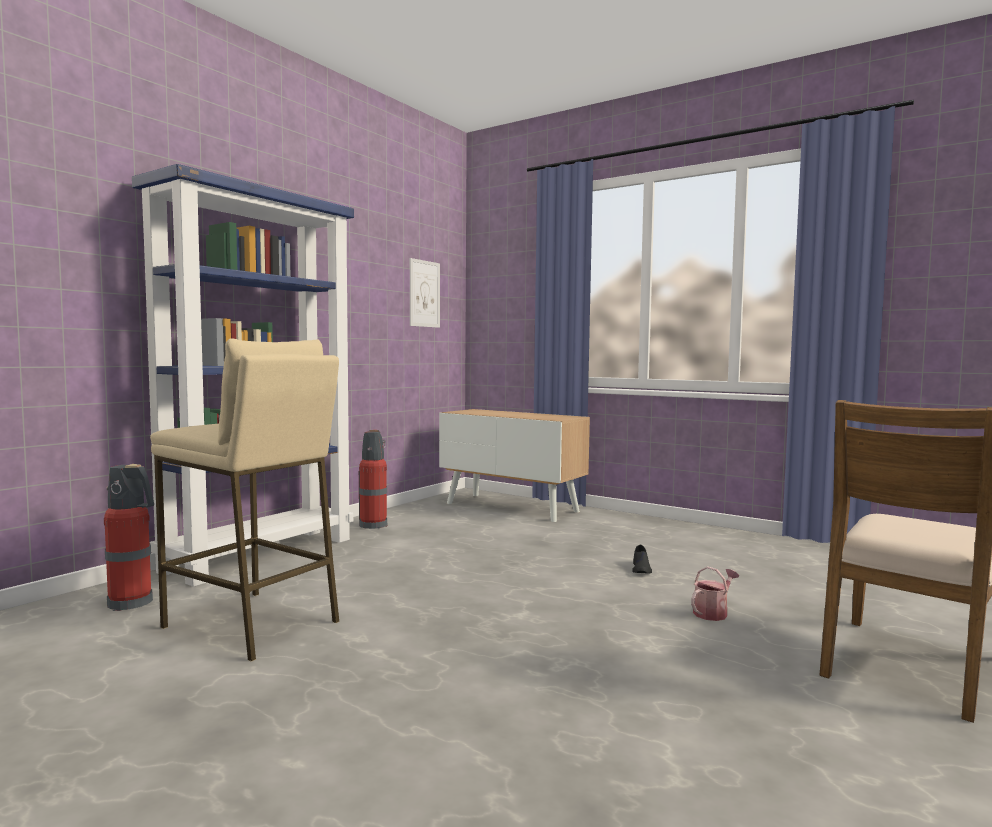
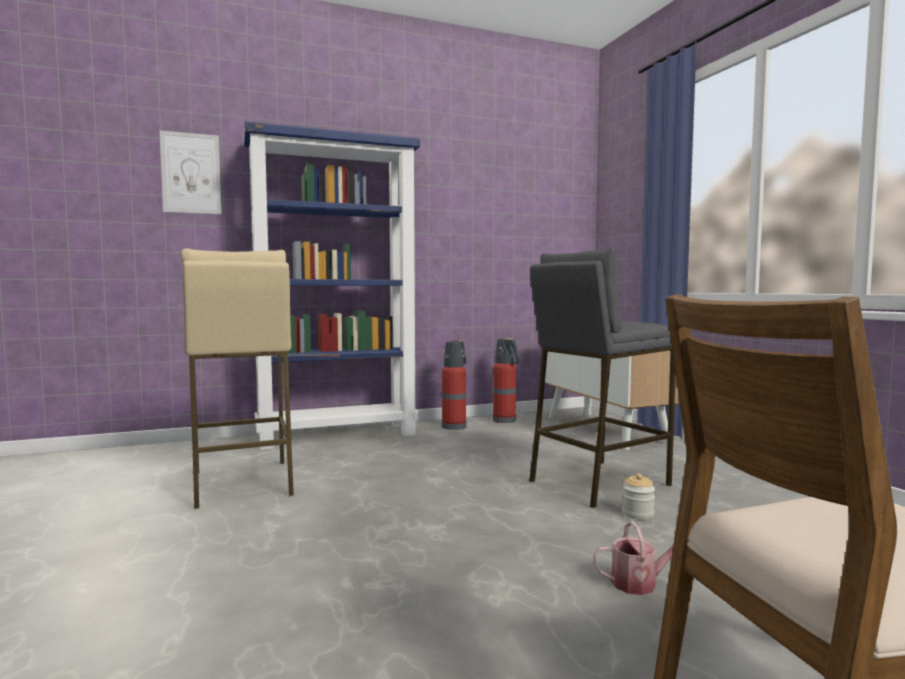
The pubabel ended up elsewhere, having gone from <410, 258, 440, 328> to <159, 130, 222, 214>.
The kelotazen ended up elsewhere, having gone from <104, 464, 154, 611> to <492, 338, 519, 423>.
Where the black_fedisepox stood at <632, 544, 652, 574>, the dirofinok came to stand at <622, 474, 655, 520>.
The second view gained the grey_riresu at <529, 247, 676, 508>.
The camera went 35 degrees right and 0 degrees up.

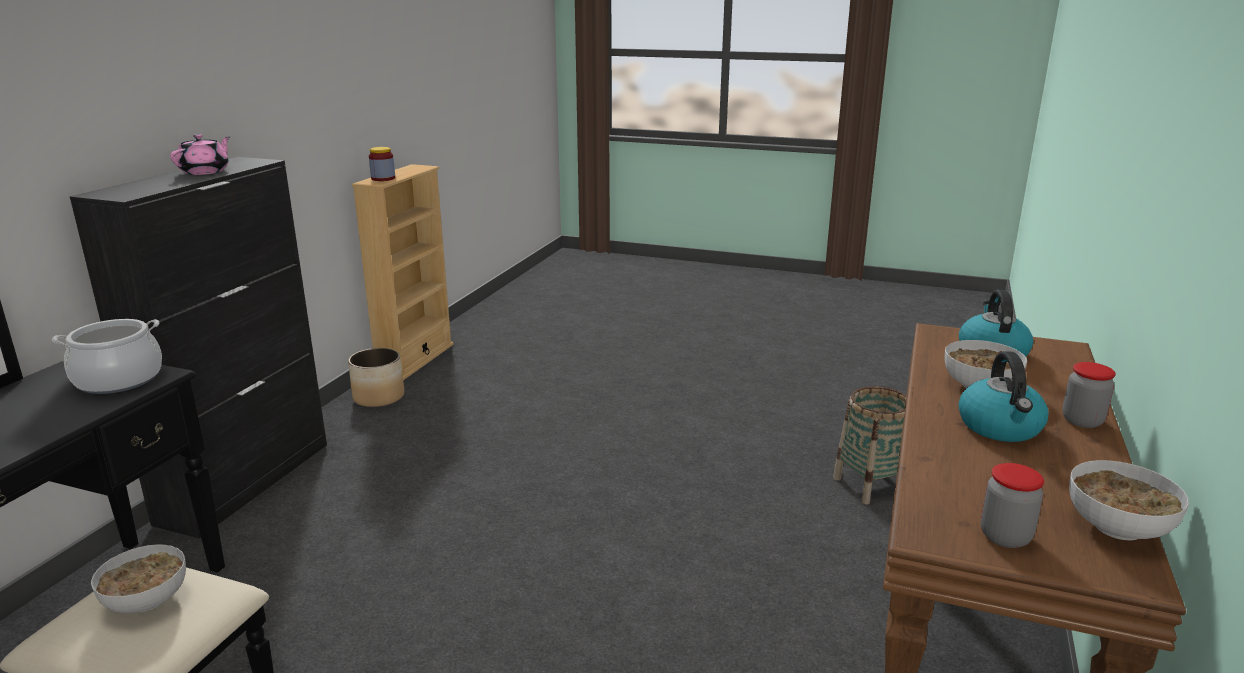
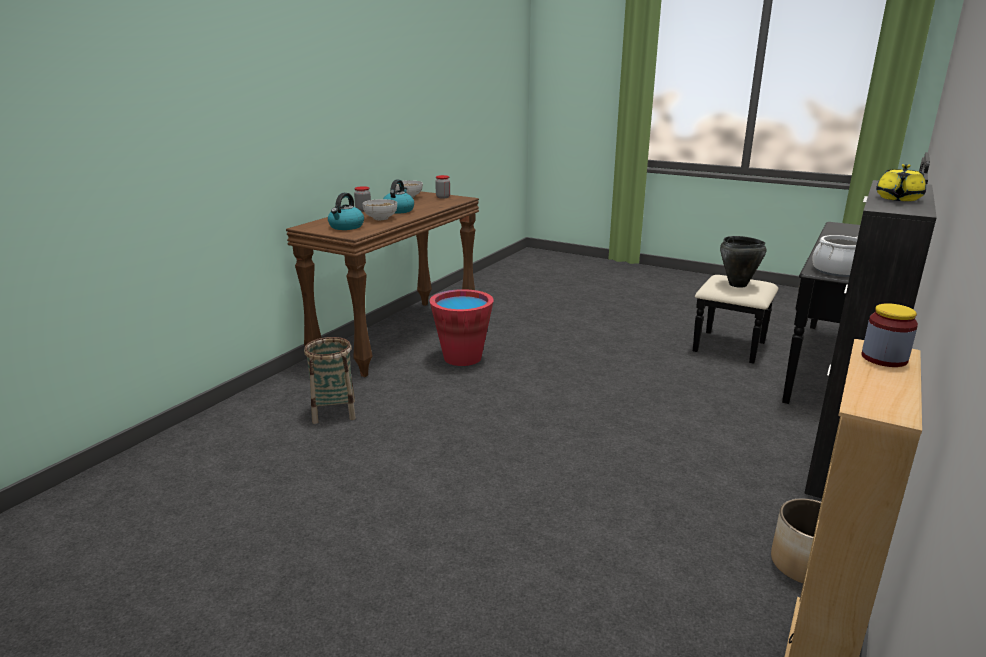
What was the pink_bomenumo at <170, 134, 230, 175> turned into the yellow_bomenumo at <876, 164, 926, 201>.
Where the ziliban stood at <91, 545, 186, 613>, the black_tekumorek came to stand at <720, 236, 767, 288>.
The second view gained the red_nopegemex at <430, 289, 494, 366>.
The camera went 170 degrees left and 0 degrees up.

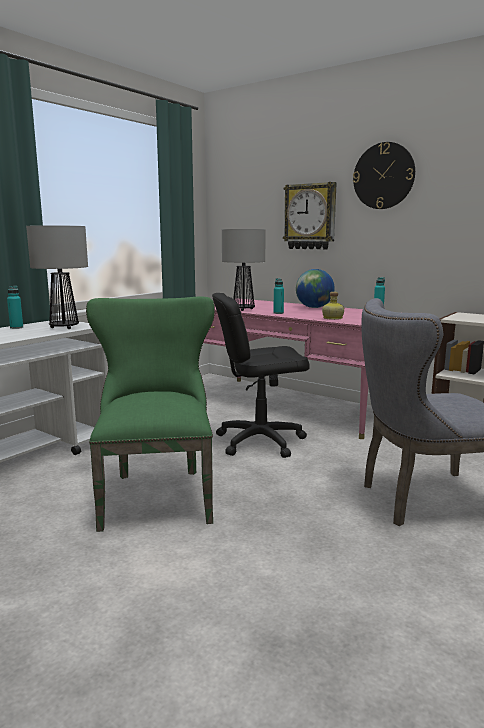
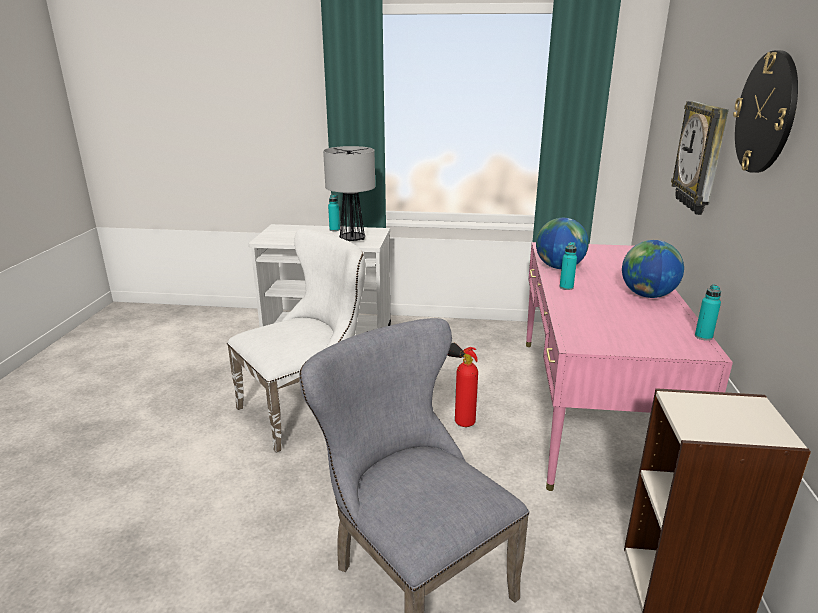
Where the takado stood at <222, 229, 266, 311>, the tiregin came to stand at <536, 218, 589, 269>.
The second view lost the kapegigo at <322, 292, 344, 320>.
Where the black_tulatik stood at <212, 293, 310, 458>, the kelotazen came to stand at <448, 343, 478, 427>.
What was the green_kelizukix at <86, 297, 215, 532> turned into the white_kelizukix at <227, 229, 366, 453>.
The camera went 60 degrees right and 10 degrees up.

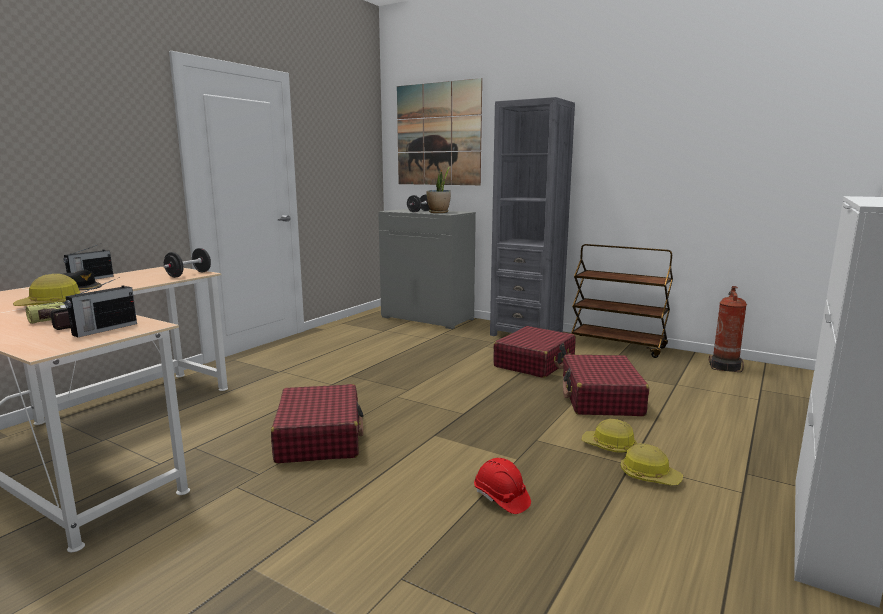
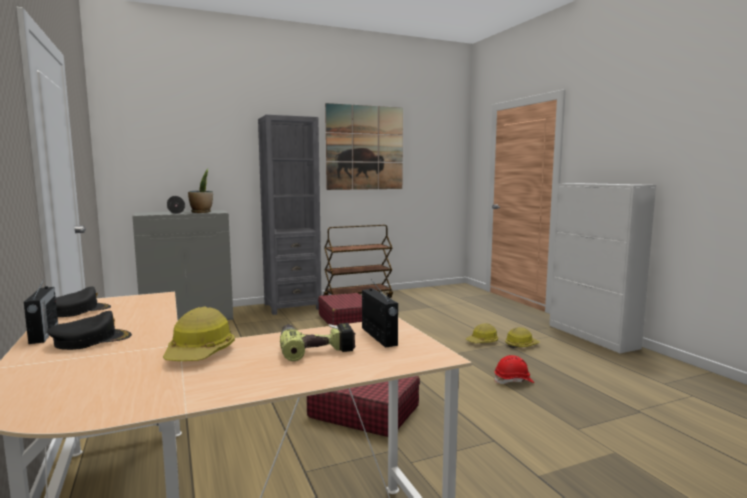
The pubabel ended up elsewhere, having gone from <397, 78, 482, 185> to <325, 103, 403, 190>.
The second view lost the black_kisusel at <163, 248, 211, 278>.
The second view lost the kelotazen at <709, 286, 747, 372>.
The second view lost the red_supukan at <563, 354, 649, 416>.
The second view gained the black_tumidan at <56, 286, 111, 317>.
The camera went 55 degrees left and 5 degrees down.

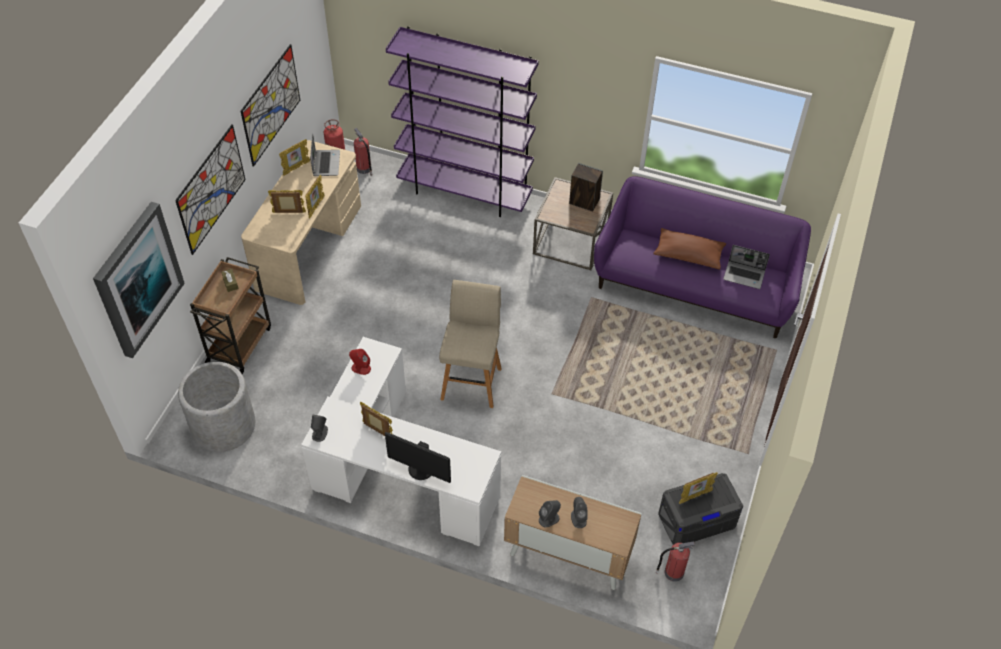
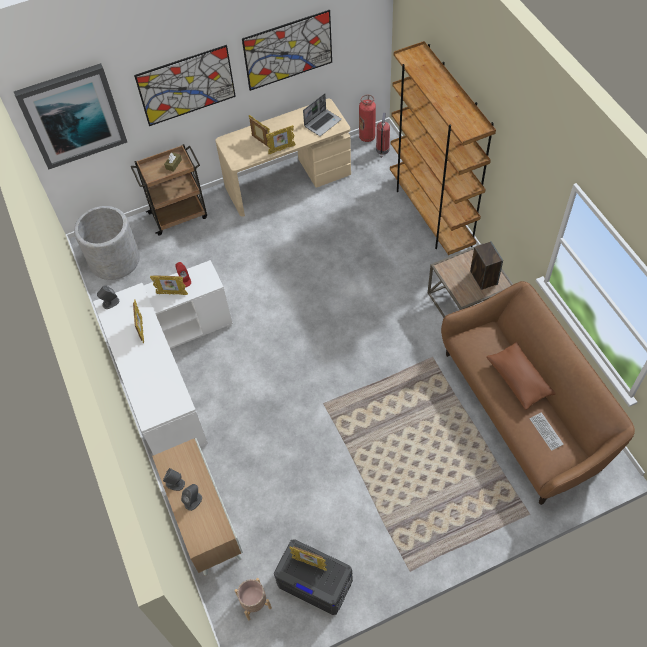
What was the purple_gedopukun at <386, 26, 539, 217> turned into the brown_gedopukun at <390, 41, 496, 255>.
The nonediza ended up elsewhere, having gone from <279, 139, 310, 176> to <150, 275, 188, 295>.
What was the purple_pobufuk at <594, 176, 811, 338> turned into the brown_pobufuk at <441, 281, 635, 505>.
Where the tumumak stood at <723, 245, 770, 289>, the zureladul came to stand at <530, 412, 564, 451>.
The second view lost the beige_riresu at <439, 280, 502, 408>.
The second view lost the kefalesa at <385, 432, 451, 483>.
Where the kelotazen stood at <655, 542, 695, 582>, the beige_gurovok came to stand at <235, 578, 272, 620>.
The camera went 50 degrees right and 5 degrees up.

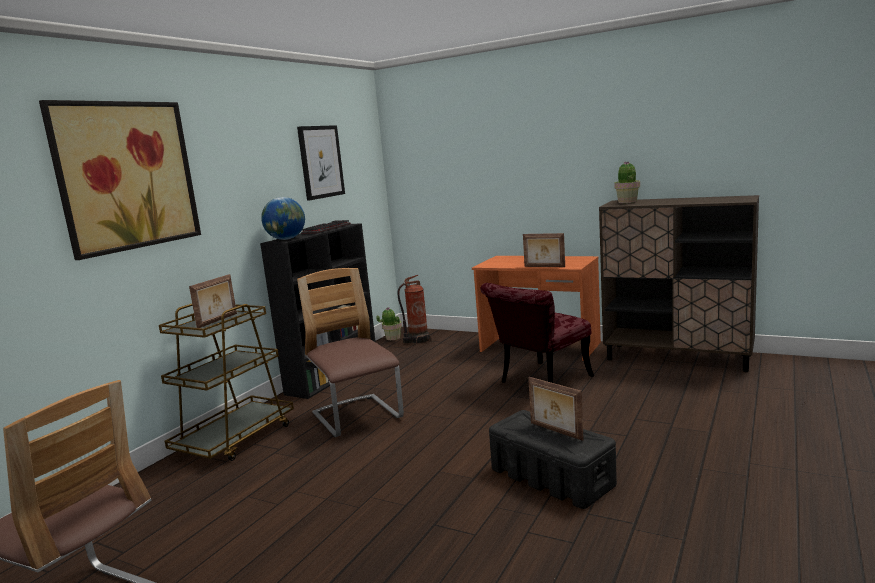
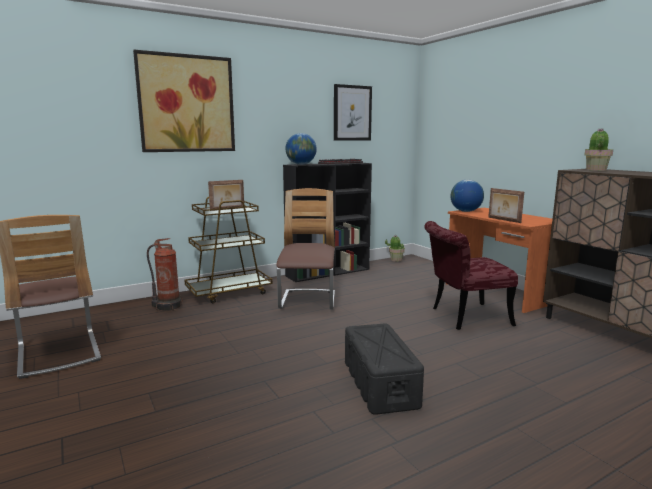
The kelotazen ended up elsewhere, having gone from <397, 275, 431, 344> to <147, 238, 183, 311>.
The second view lost the nonediza at <528, 377, 584, 441>.
The second view gained the tiregin at <451, 180, 484, 212>.
The camera went 30 degrees right and 0 degrees up.

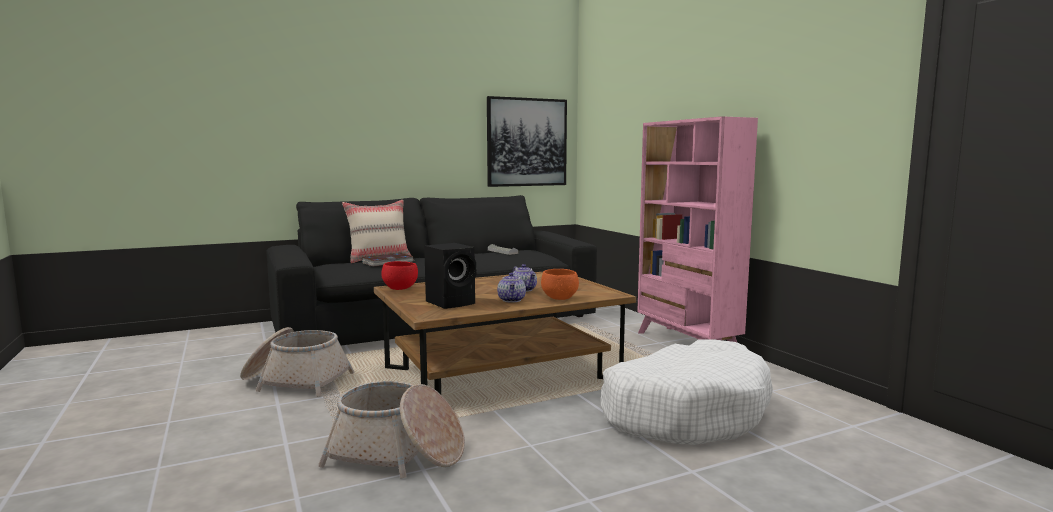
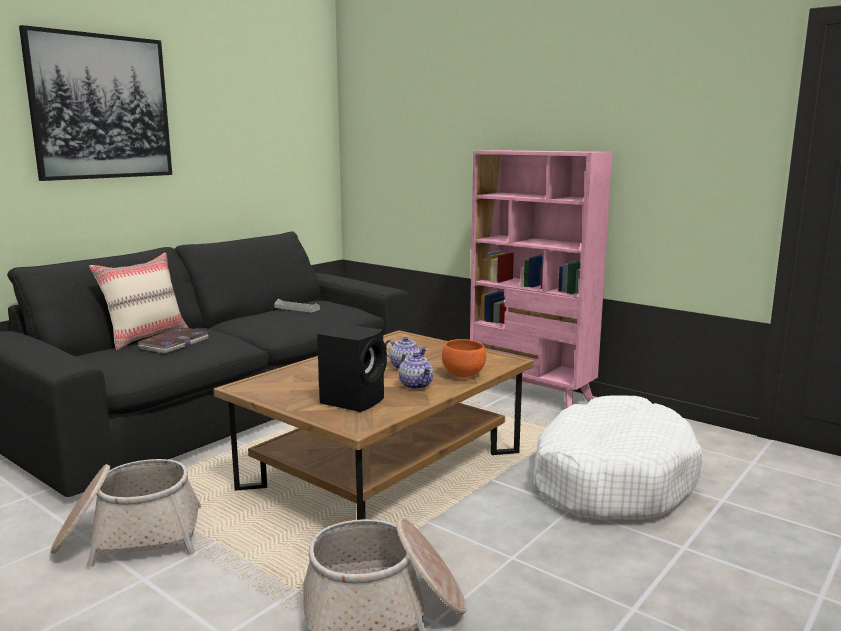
The pubabel ended up elsewhere, having gone from <487, 96, 567, 187> to <19, 25, 172, 181>.
The second view lost the red_ziliban at <381, 261, 418, 290>.
The camera went 25 degrees left and 5 degrees up.

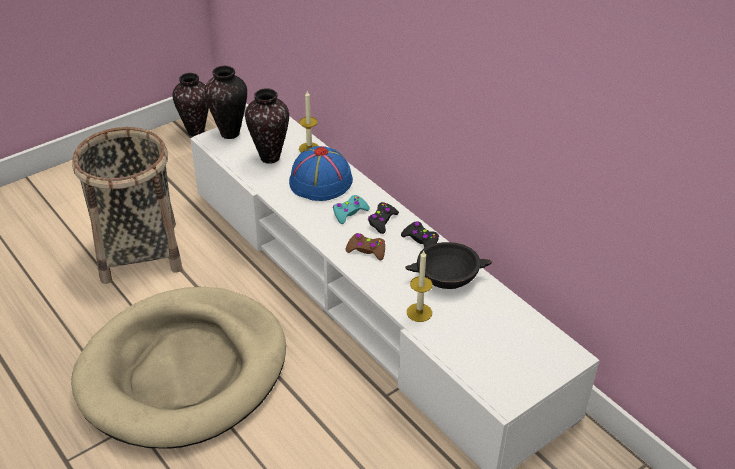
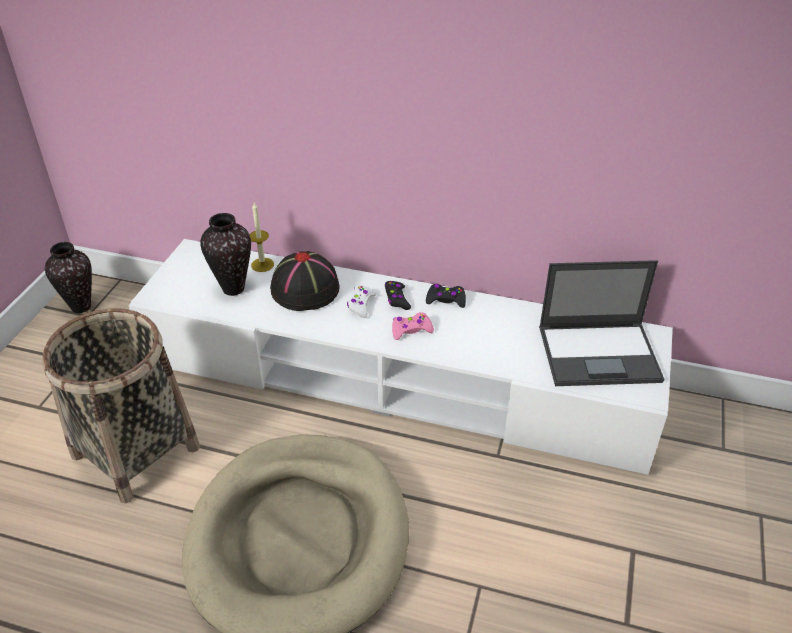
The second view lost the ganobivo at <204, 66, 247, 139>.
What was the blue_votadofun at <289, 146, 353, 201> turned into the black_votadofun at <270, 251, 340, 311>.
What was the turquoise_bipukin at <333, 195, 370, 224> turned into the white_bipukin at <347, 285, 377, 318>.
What was the brown_bipukin at <346, 233, 385, 260> turned into the pink_bipukin at <392, 312, 434, 340>.
The second view lost the black_ziliban at <405, 242, 492, 289>.
The second view lost the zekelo at <407, 251, 433, 322>.
The second view gained the tumumak at <539, 260, 665, 386>.
The camera went 35 degrees left and 0 degrees up.

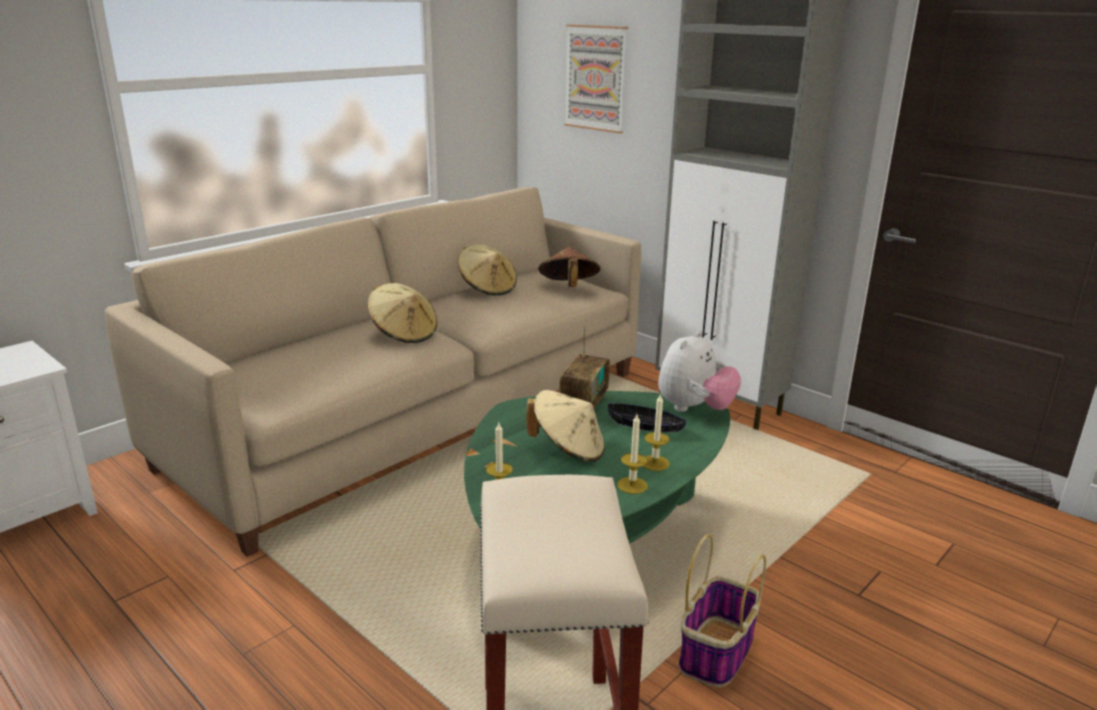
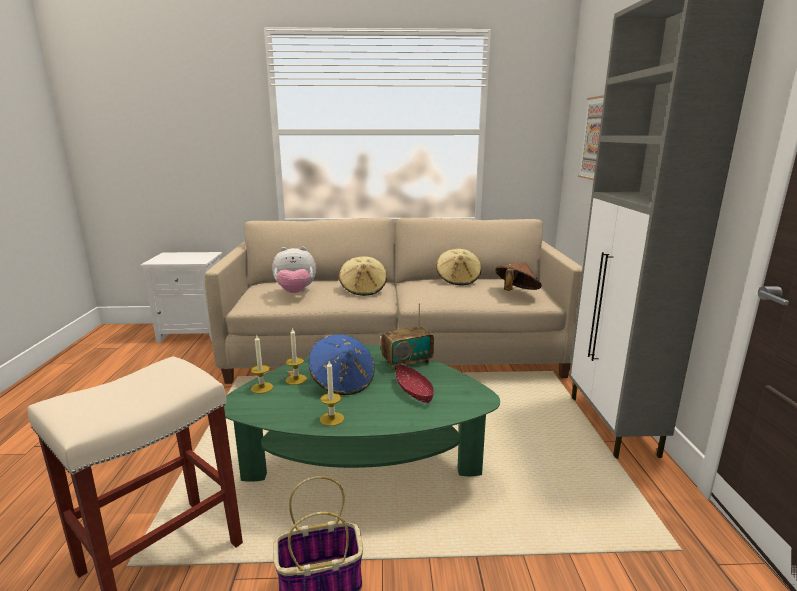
The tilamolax ended up elsewhere, having gone from <658, 331, 741, 412> to <272, 246, 316, 293>.
What was the beige_votadofun at <526, 390, 605, 462> turned into the blue_votadofun at <309, 334, 375, 395>.
The zekelo ended up elsewhere, having gone from <643, 393, 670, 471> to <286, 328, 307, 385>.
What was the black_ziliban at <608, 403, 686, 433> turned into the red_ziliban at <395, 364, 434, 403>.
The camera went 45 degrees right and 5 degrees down.

